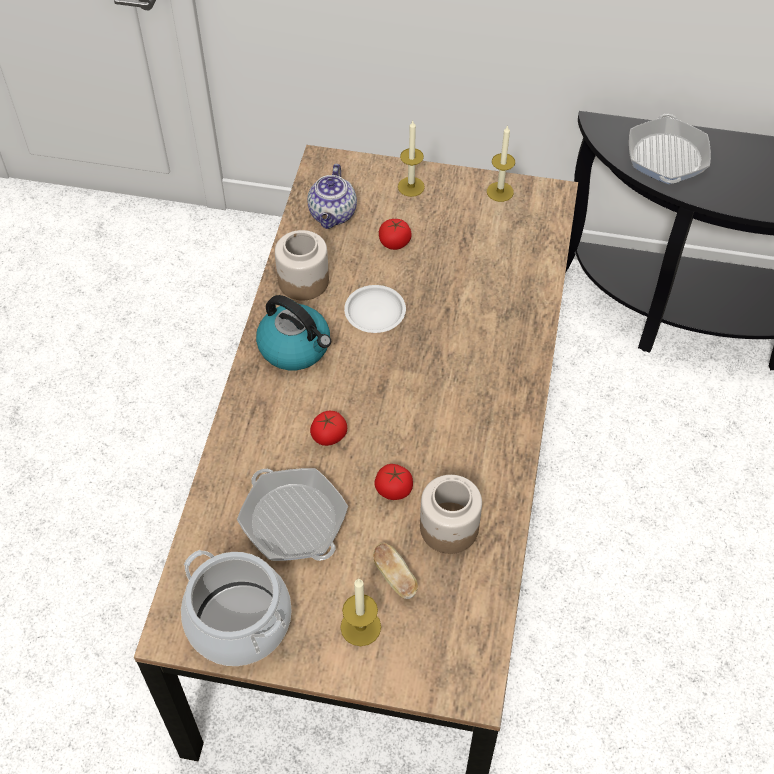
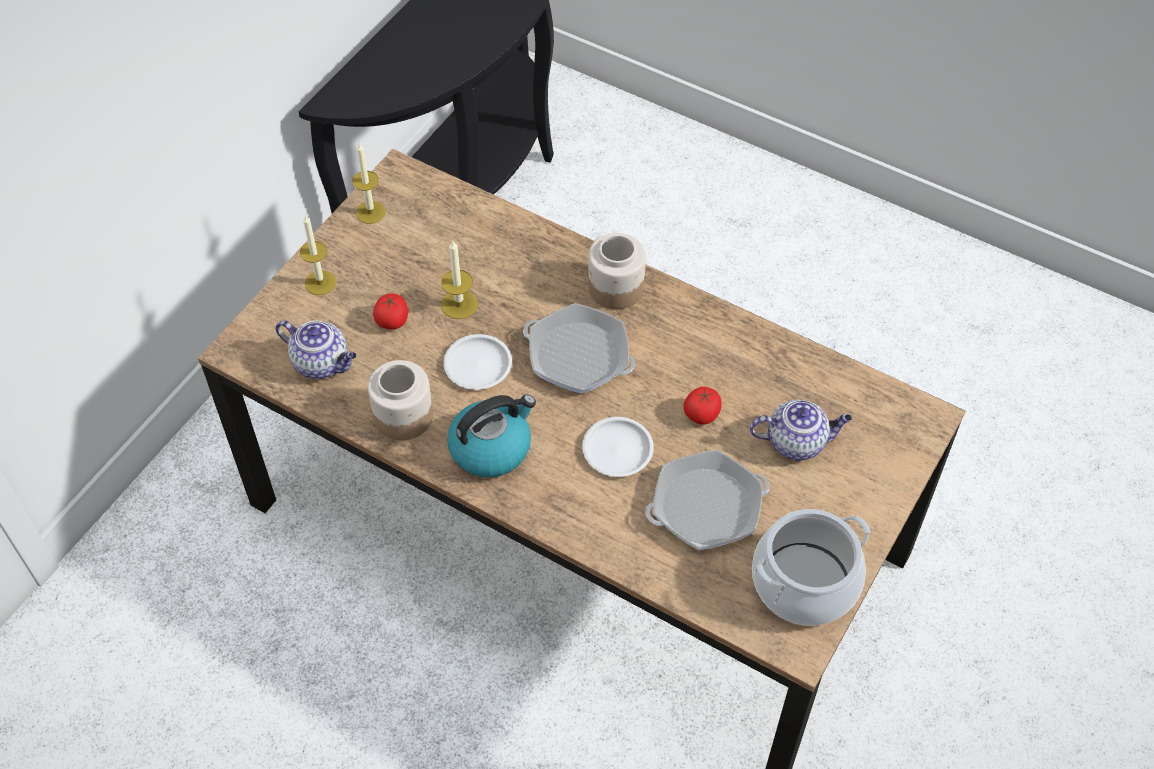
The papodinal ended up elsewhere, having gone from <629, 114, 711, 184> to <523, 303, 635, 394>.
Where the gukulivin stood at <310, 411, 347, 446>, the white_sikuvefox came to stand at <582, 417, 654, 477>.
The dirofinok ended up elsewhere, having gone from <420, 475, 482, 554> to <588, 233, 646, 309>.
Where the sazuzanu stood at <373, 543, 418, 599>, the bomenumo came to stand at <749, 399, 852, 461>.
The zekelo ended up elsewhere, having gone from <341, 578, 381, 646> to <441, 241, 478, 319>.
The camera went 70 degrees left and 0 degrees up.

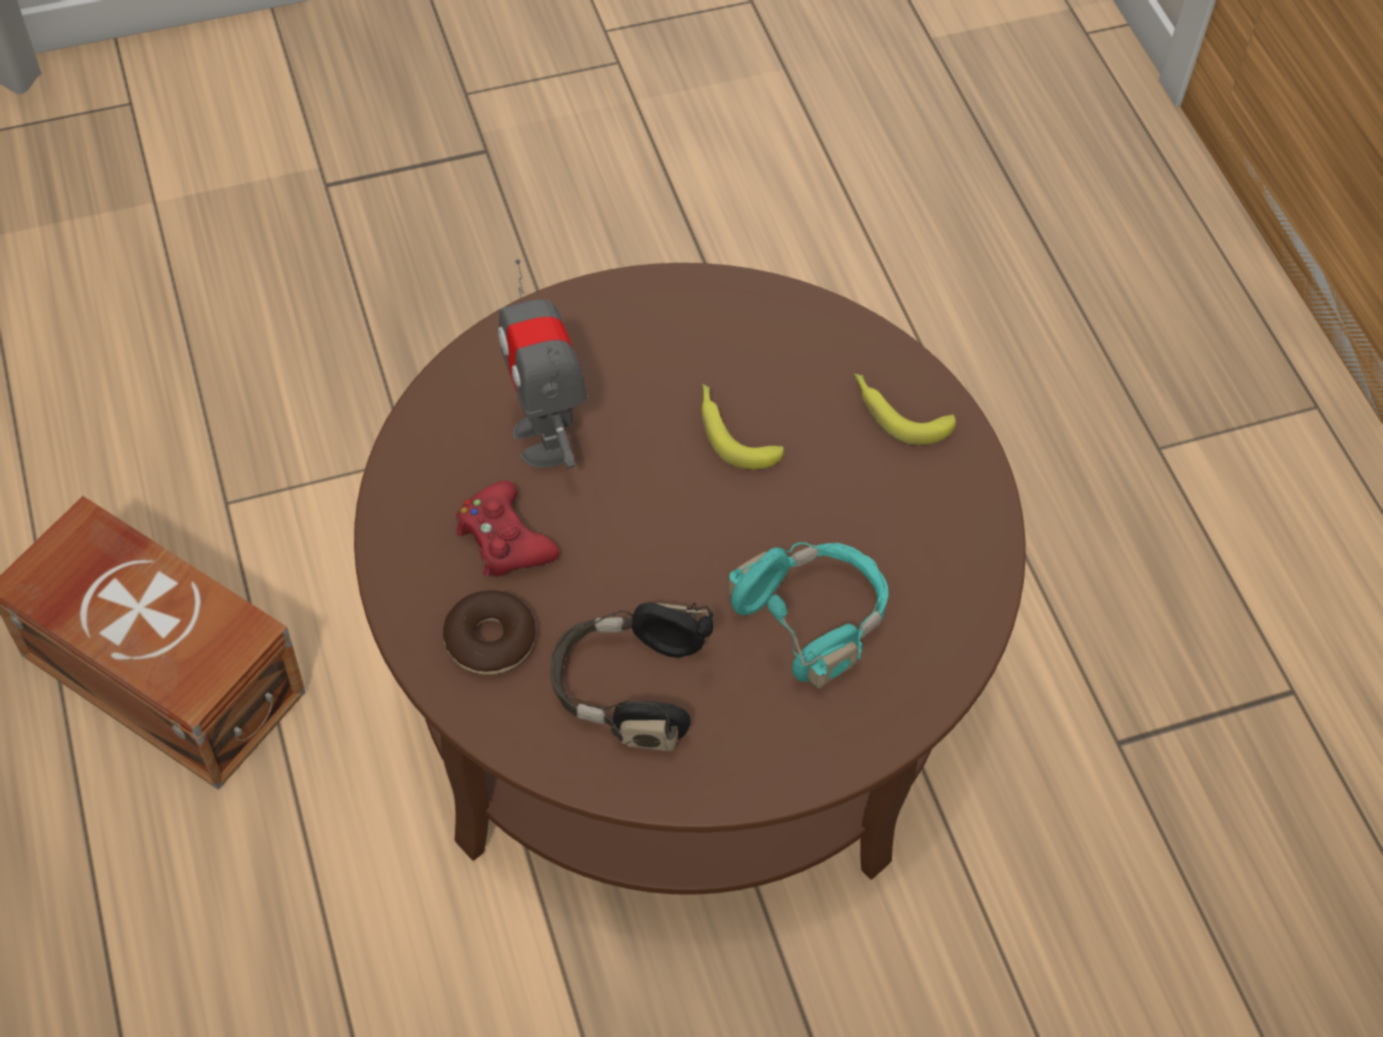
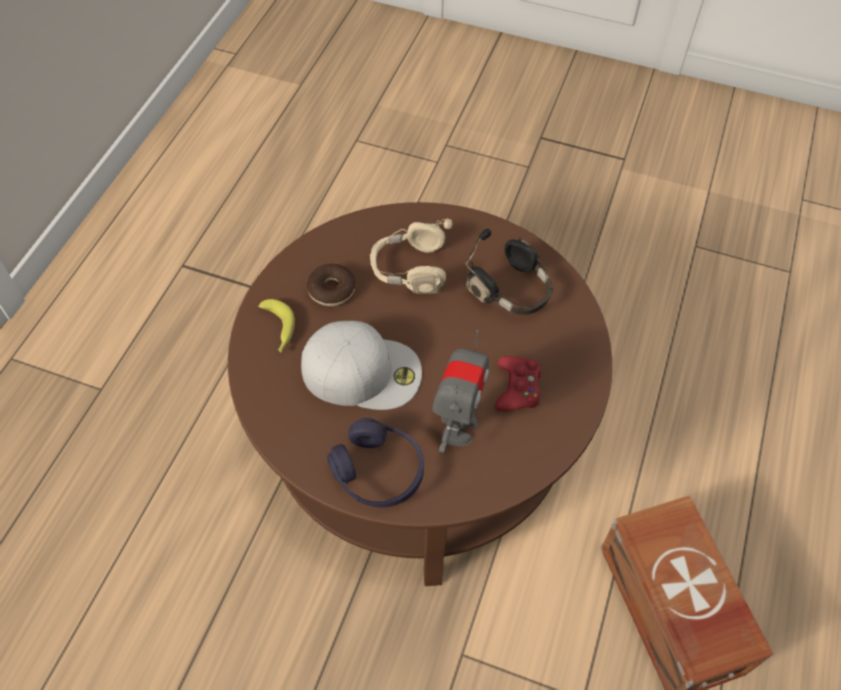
Where the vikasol stood at <702, 384, 784, 470>, the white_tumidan came to stand at <301, 321, 422, 410>.
What was the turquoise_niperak at <728, 542, 889, 688> turned into the beige_niperak at <370, 218, 452, 294>.
The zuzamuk ended up elsewhere, having gone from <443, 590, 536, 675> to <307, 264, 356, 306>.
The second view gained the purple_niperak at <327, 418, 424, 507>.
The camera went 140 degrees left and 0 degrees up.

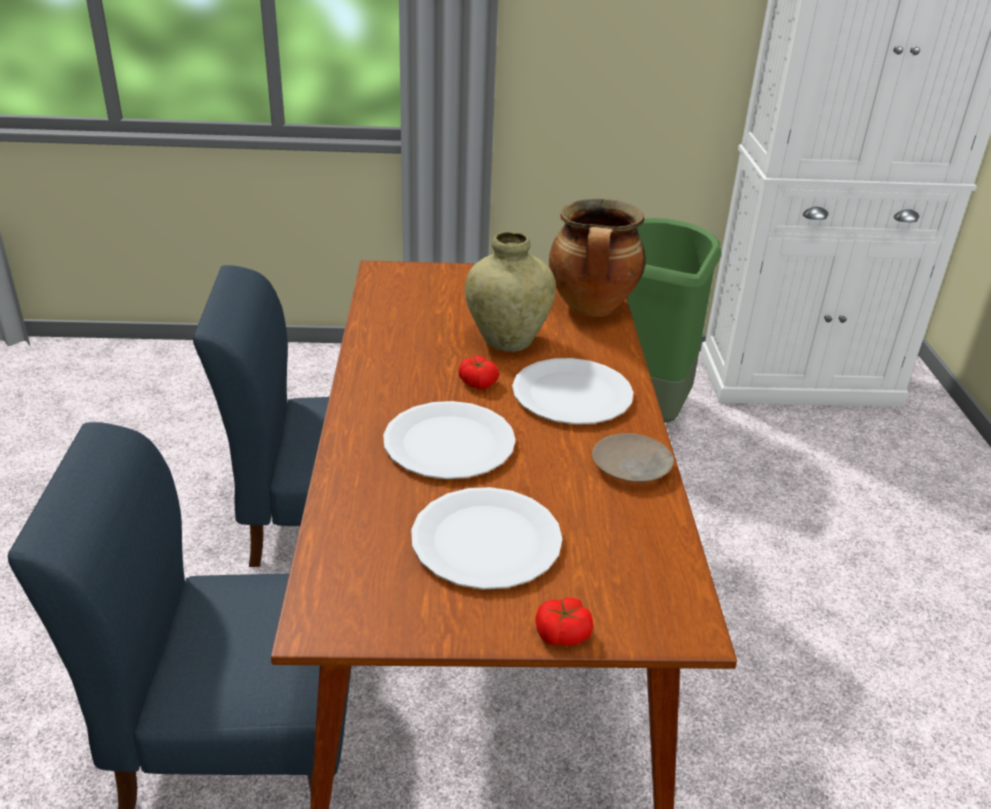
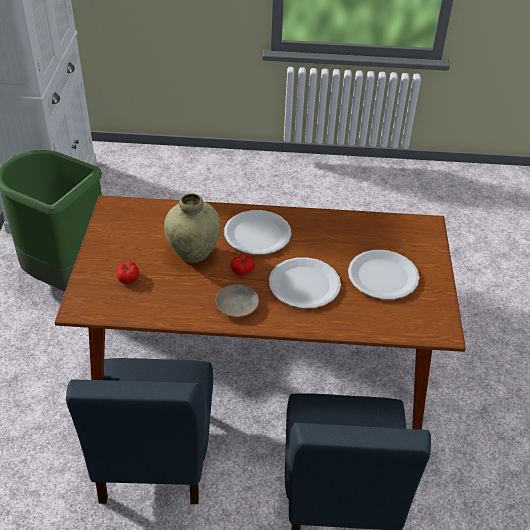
The second view lost the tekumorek at <549, 199, 646, 316>.
The beige_sikuvefox ended up elsewhere, having gone from <592, 433, 674, 482> to <216, 284, 259, 317>.
The gukulivin ended up elsewhere, having gone from <535, 598, 593, 646> to <117, 262, 139, 284>.
The camera went 85 degrees left and 10 degrees up.

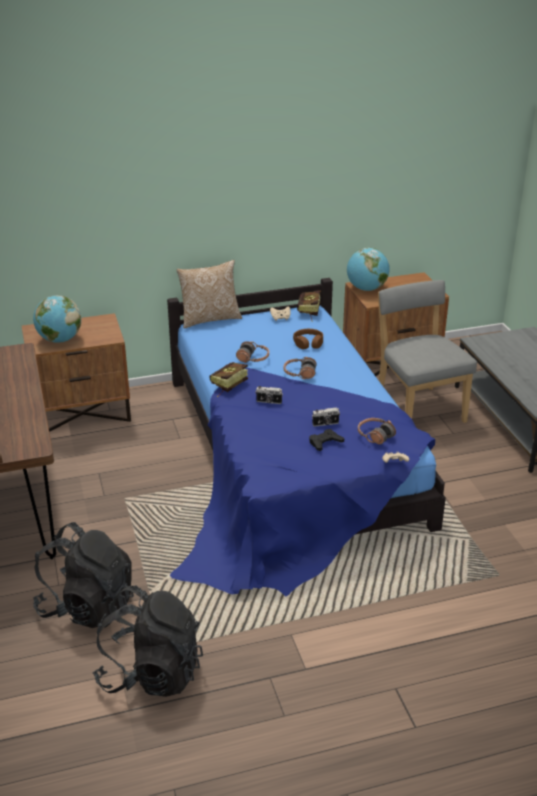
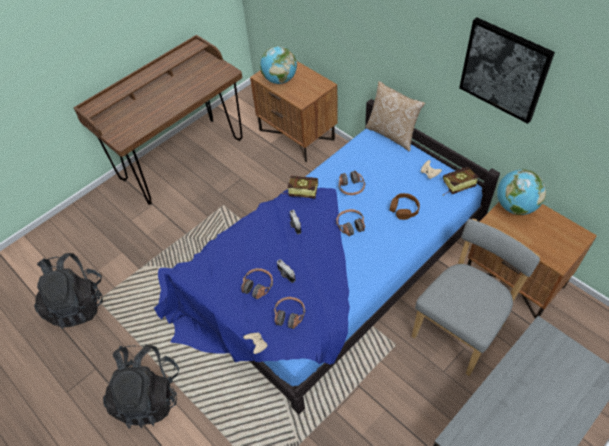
Where the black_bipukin stood at <309, 429, 344, 451>, the niperak came to stand at <241, 268, 273, 299>.
The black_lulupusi ended up elsewhere, having gone from <33, 522, 134, 628> to <103, 344, 179, 429>.
The second view gained the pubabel at <459, 18, 555, 124>.
The camera went 65 degrees right and 20 degrees up.

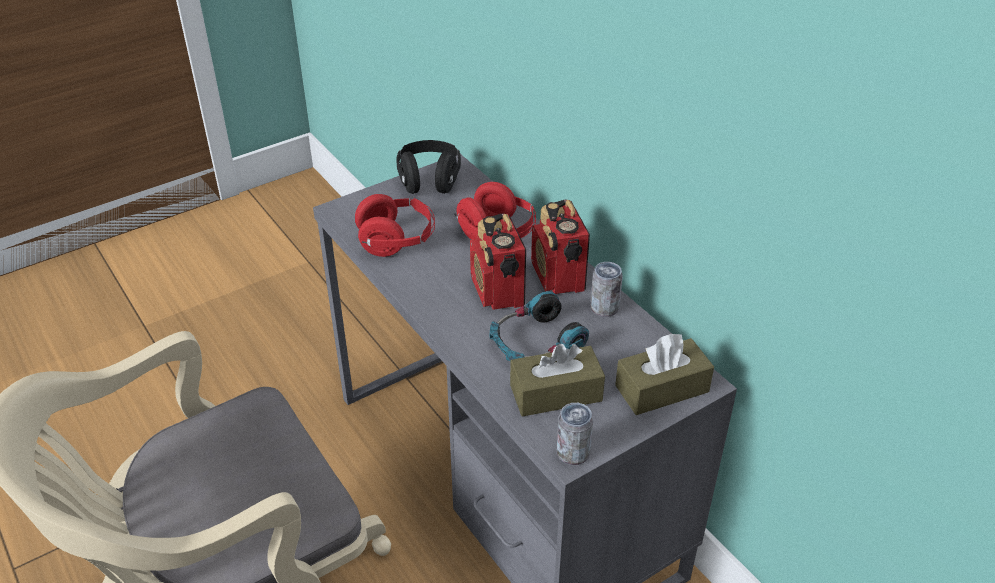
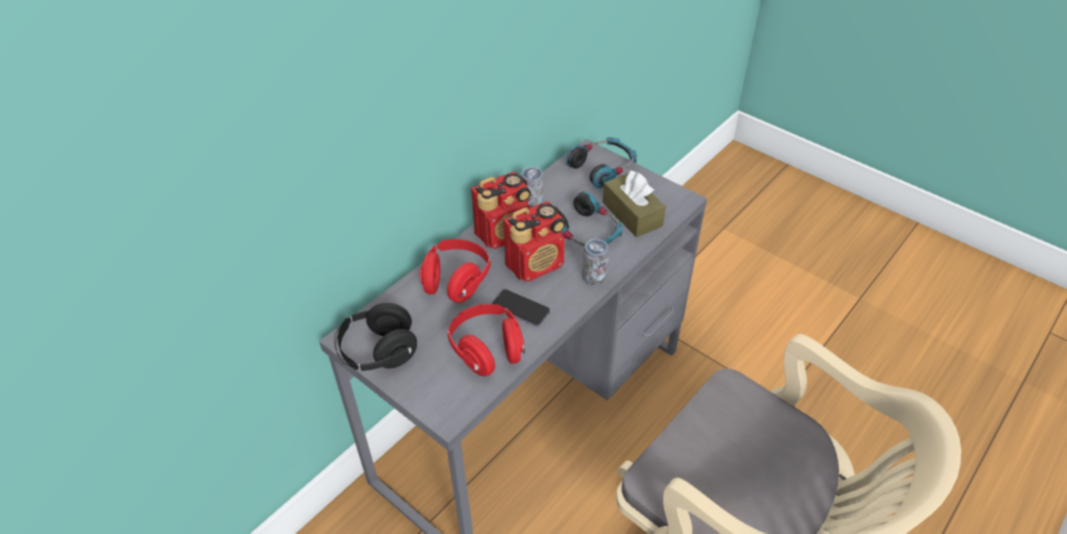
Where the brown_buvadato stood at <615, 334, 714, 415>, the niperak came to stand at <566, 137, 637, 188>.
The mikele ended up elsewhere, having gone from <557, 403, 593, 465> to <582, 239, 609, 285>.
The second view gained the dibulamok at <492, 289, 550, 327>.
The camera went 105 degrees left and 5 degrees up.

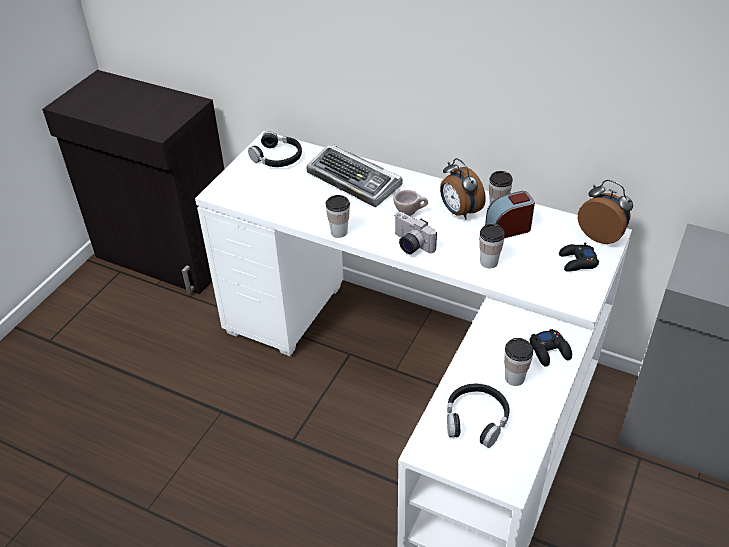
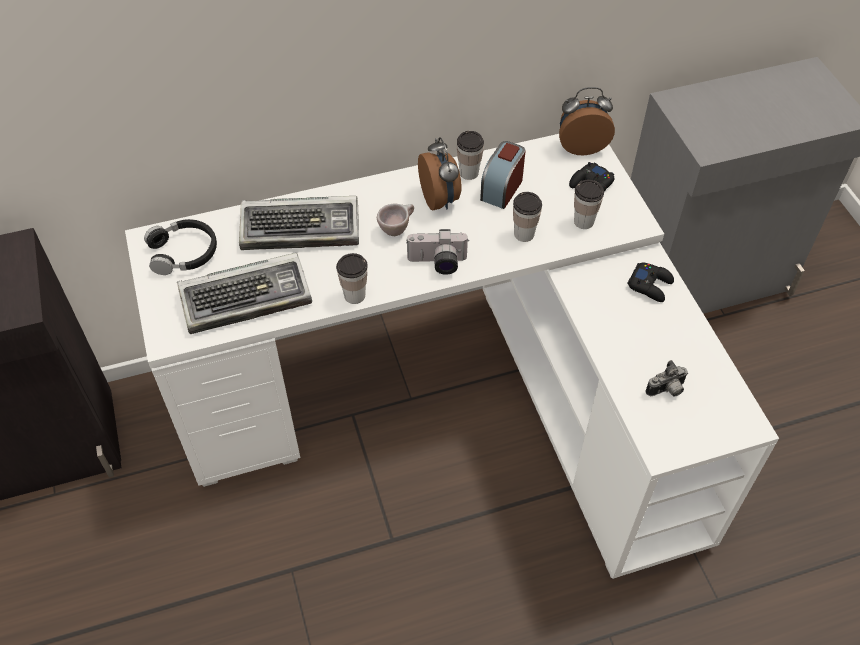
The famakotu at <440, 158, 486, 219> ended up facing another way, 120 degrees counterclockwise from before.
The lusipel ended up elsewhere, having gone from <504, 338, 533, 386> to <574, 180, 604, 229>.
Where the black_niperak stood at <447, 384, 509, 448>, the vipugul came to stand at <645, 360, 688, 397>.
The second view gained the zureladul at <177, 253, 312, 334>.
The camera went 45 degrees left and 10 degrees up.

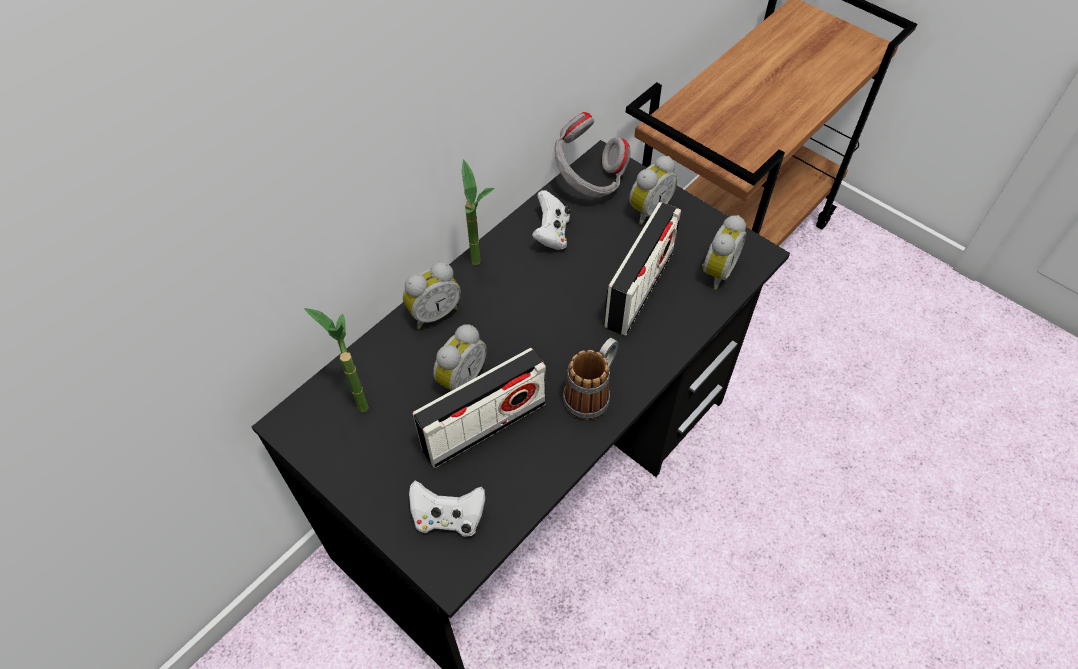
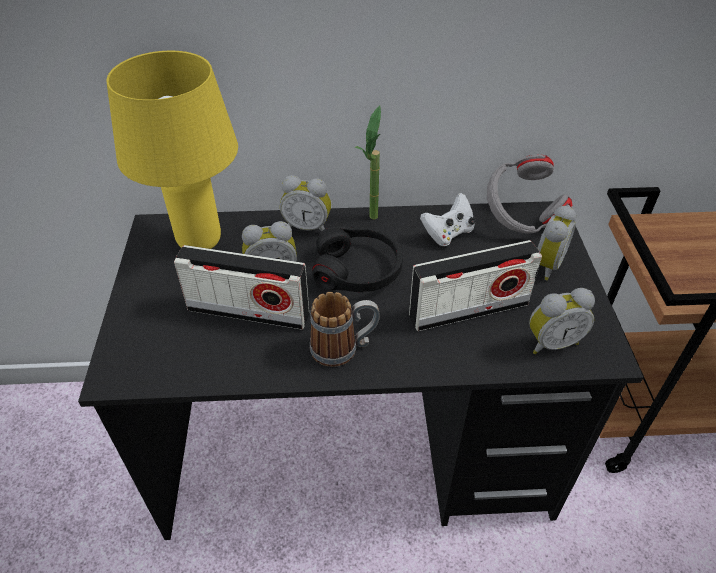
The famakotu at <629, 156, 678, 225> ended up facing another way, 60 degrees counterclockwise from before.
Where the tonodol stood at <304, 308, 369, 412>, the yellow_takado came to stand at <106, 51, 238, 249>.
The second view lost the white_bipukin at <409, 481, 485, 537>.
The second view gained the black_niperak at <312, 226, 403, 292>.
The camera went 45 degrees right and 10 degrees down.

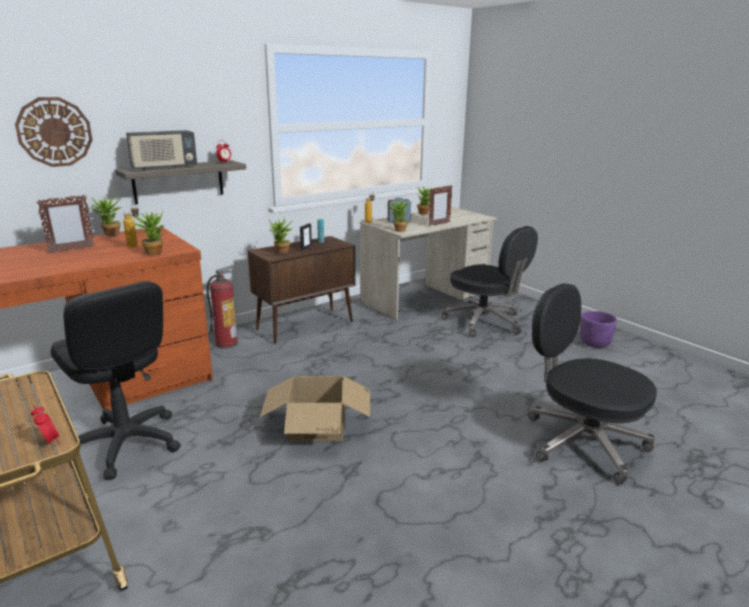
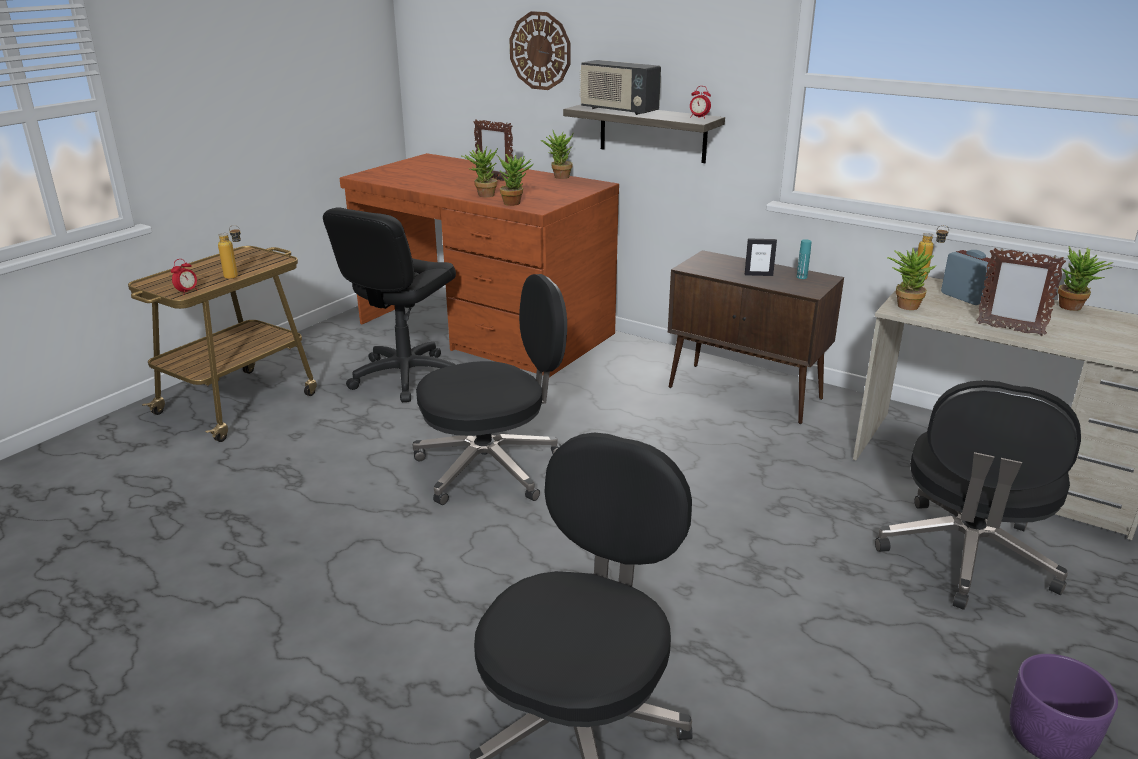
The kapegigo ended up elsewhere, having gone from <123, 204, 139, 247> to <218, 225, 241, 279>.
The tonodol ended up elsewhere, having gone from <269, 218, 293, 254> to <462, 144, 498, 197>.
The second view lost the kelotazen at <207, 265, 238, 349>.
Where the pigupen stood at <259, 376, 370, 441>, the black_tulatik came to stand at <413, 274, 567, 505>.
The camera went 70 degrees right and 5 degrees up.

